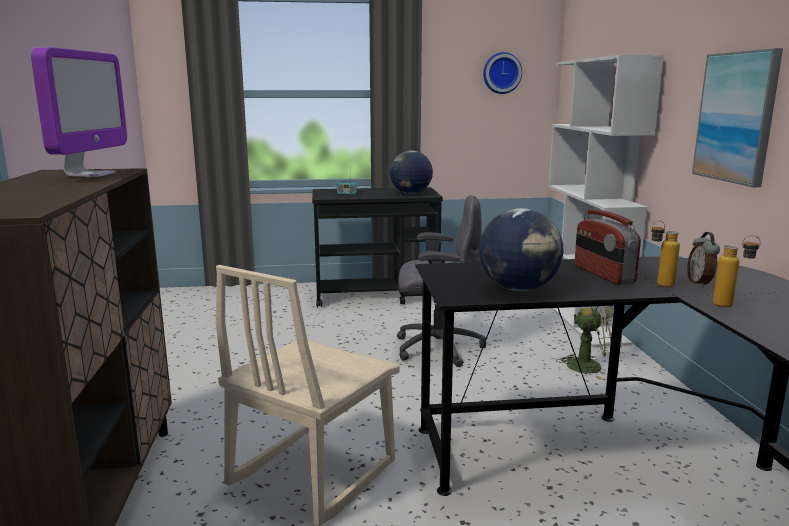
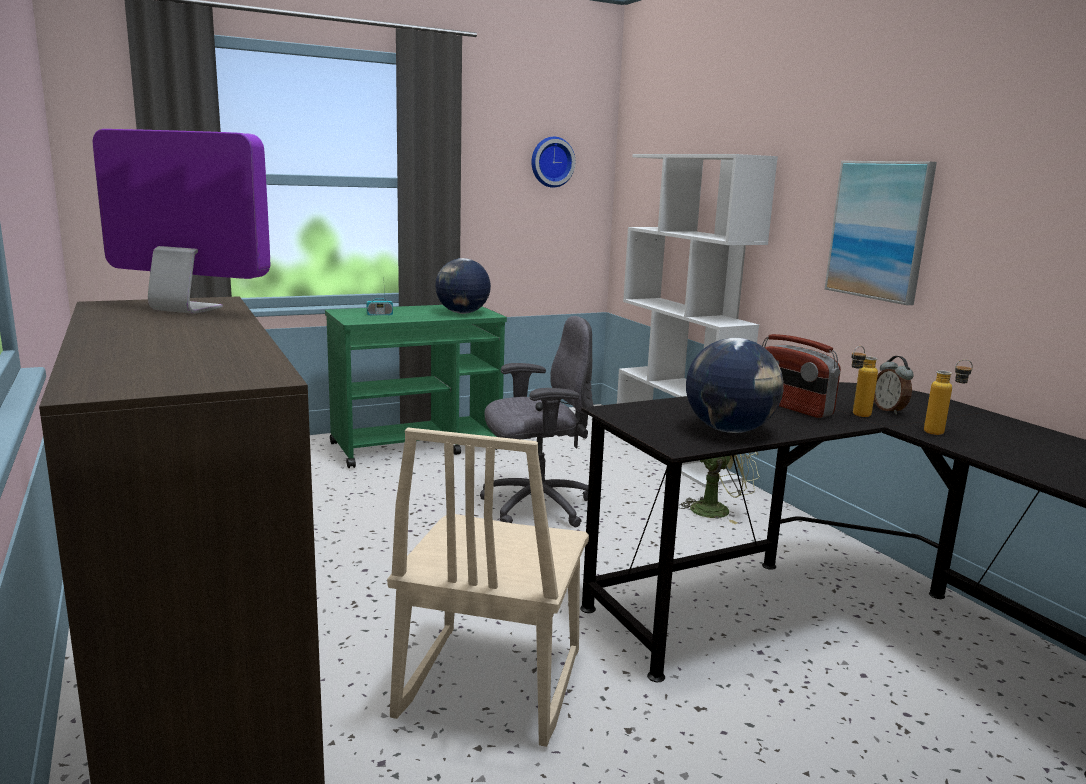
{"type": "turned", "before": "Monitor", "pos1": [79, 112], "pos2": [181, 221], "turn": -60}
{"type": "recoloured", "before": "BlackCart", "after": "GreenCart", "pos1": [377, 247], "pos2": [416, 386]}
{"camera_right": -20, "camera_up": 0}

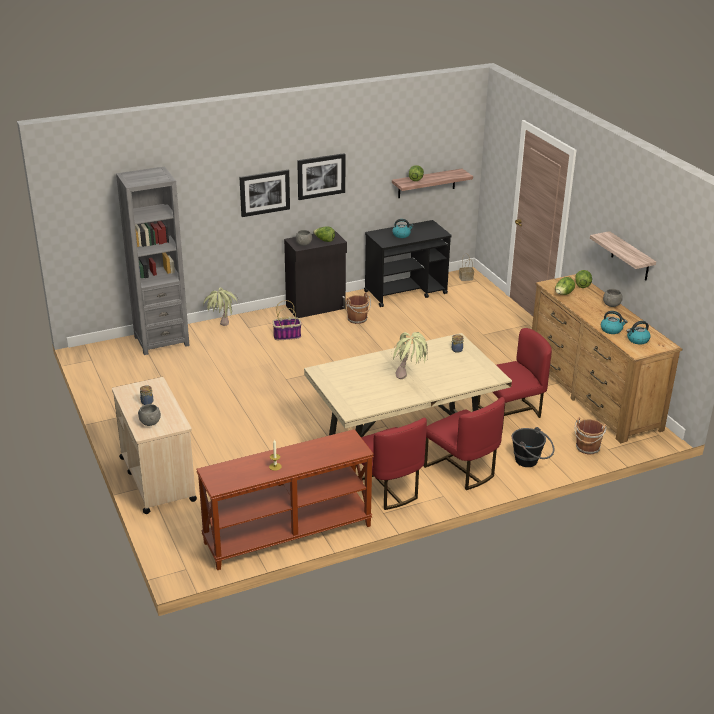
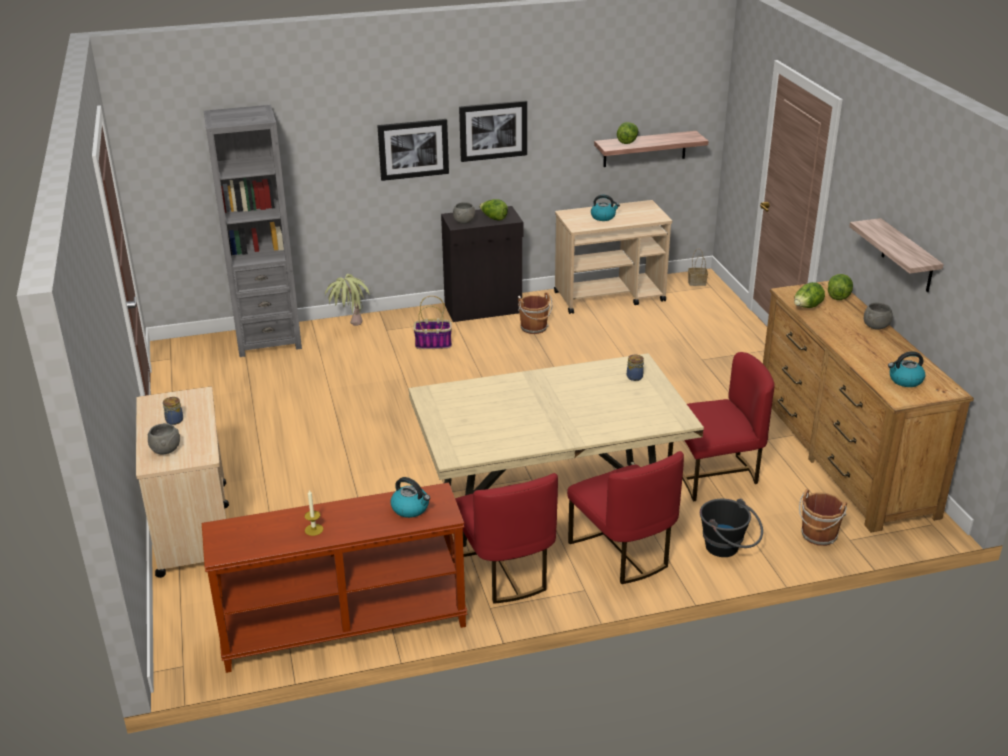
{"type": "recoloured", "before": "BlackCart", "after": "BeigeCart", "pos1": [408, 263], "pos2": [613, 257]}
{"type": "removed", "before": "PottedPlant", "pos1": [410, 355]}
{"type": "moved", "before": "Kettle", "pos1": [614, 322], "pos2": [410, 497]}
{"camera_right": 10, "camera_up": 0}

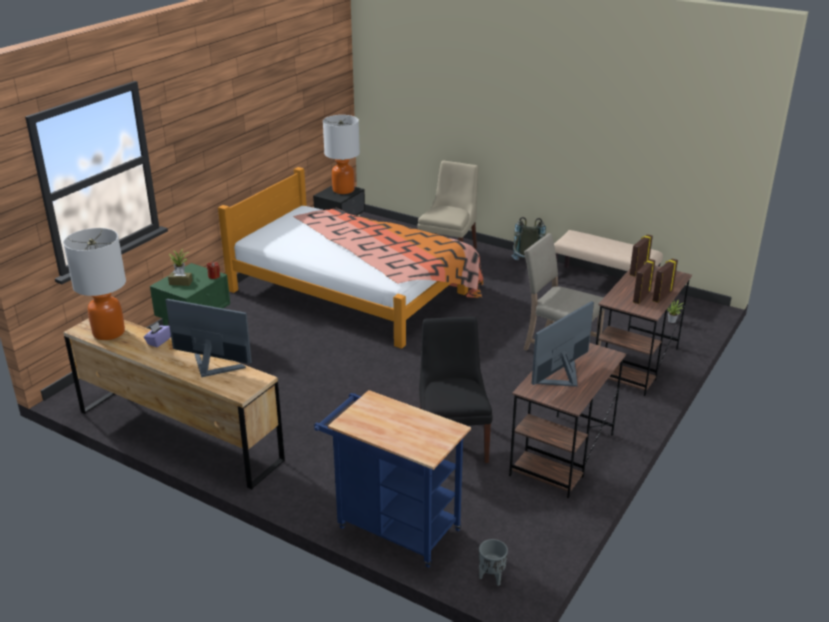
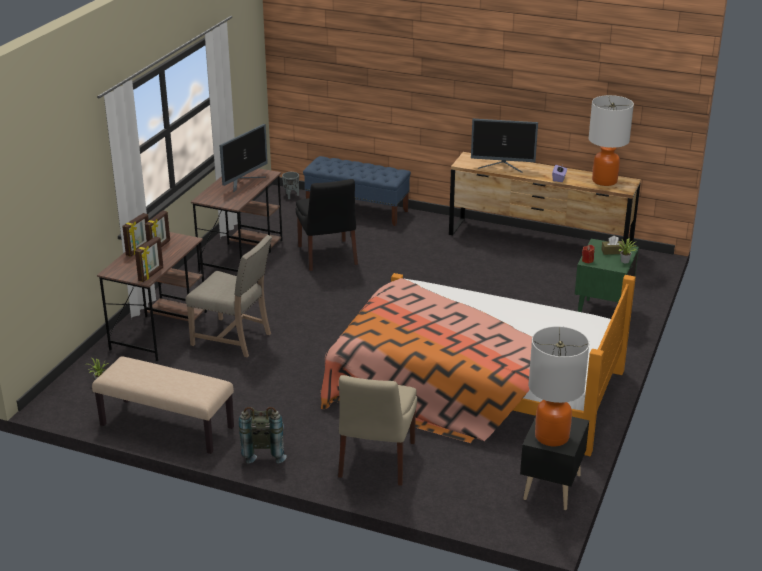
{"type": "replaced", "before": "BlueCart", "after": "BlueBench", "pos1": [392, 479], "pos2": [357, 191]}
{"camera_right": 170, "camera_up": 0}

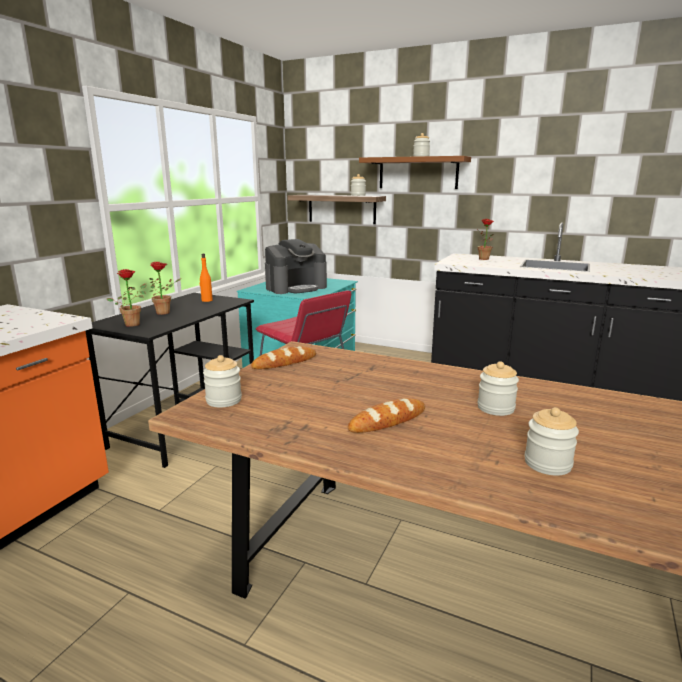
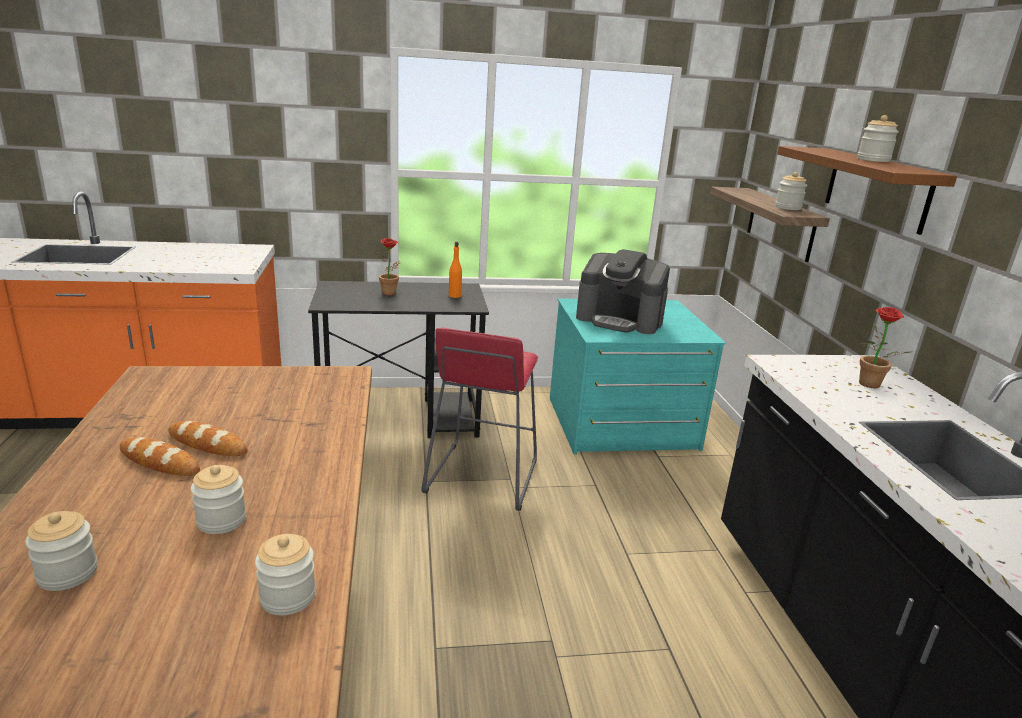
{"type": "removed", "before": "PottedPlant", "pos1": [127, 298]}
{"type": "moved", "before": "Jar", "pos1": [222, 381], "pos2": [285, 574]}
{"type": "moved", "before": "Bread", "pos1": [283, 357], "pos2": [207, 438]}
{"camera_right": 55, "camera_up": 5}

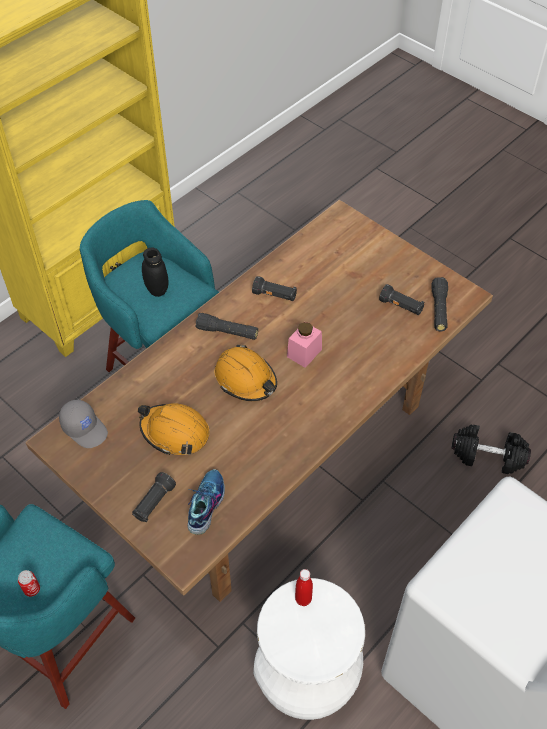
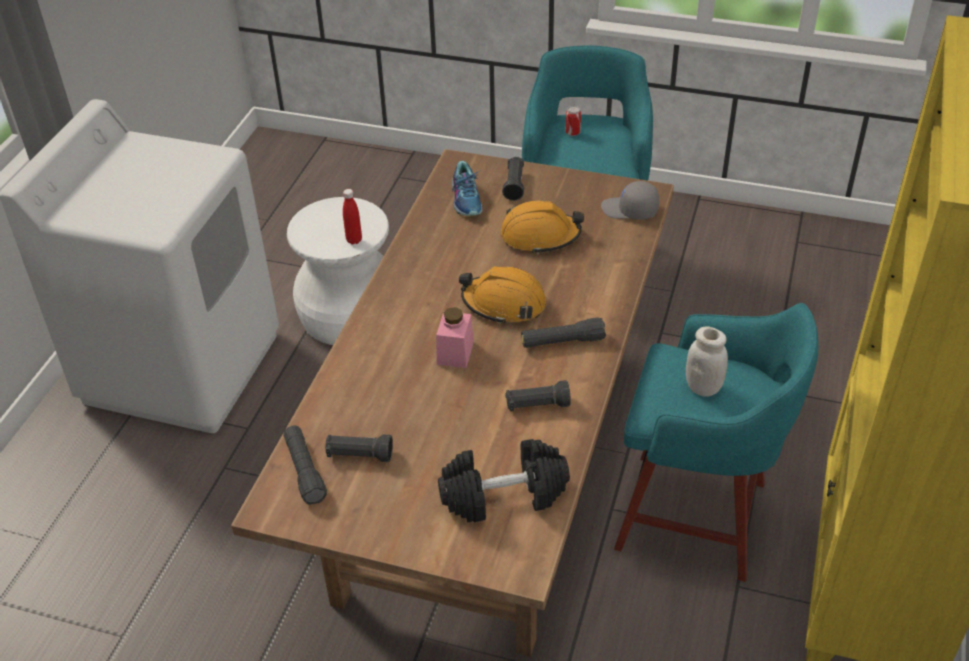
{"type": "recoloured", "before": "BlackJar", "after": "WhiteJar", "pos1": [155, 272], "pos2": [707, 361]}
{"type": "moved", "before": "BlackDumbbell", "pos1": [491, 449], "pos2": [504, 480]}
{"camera_right": 155, "camera_up": -10}

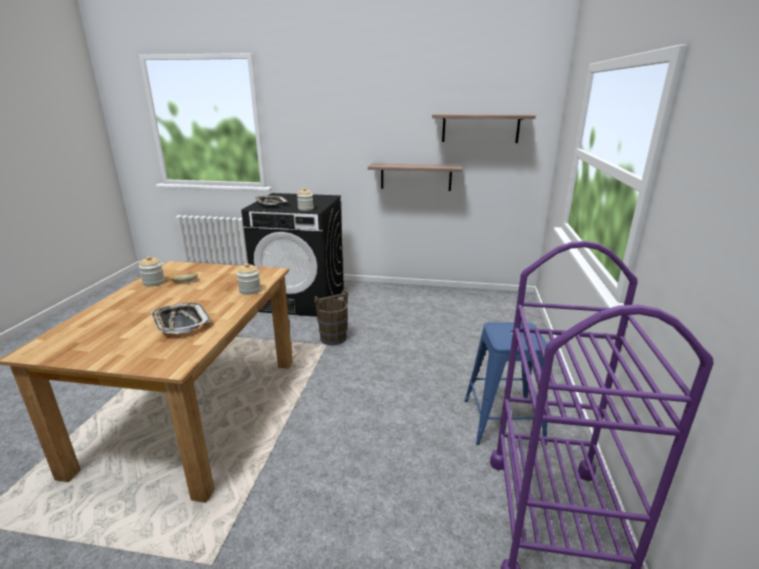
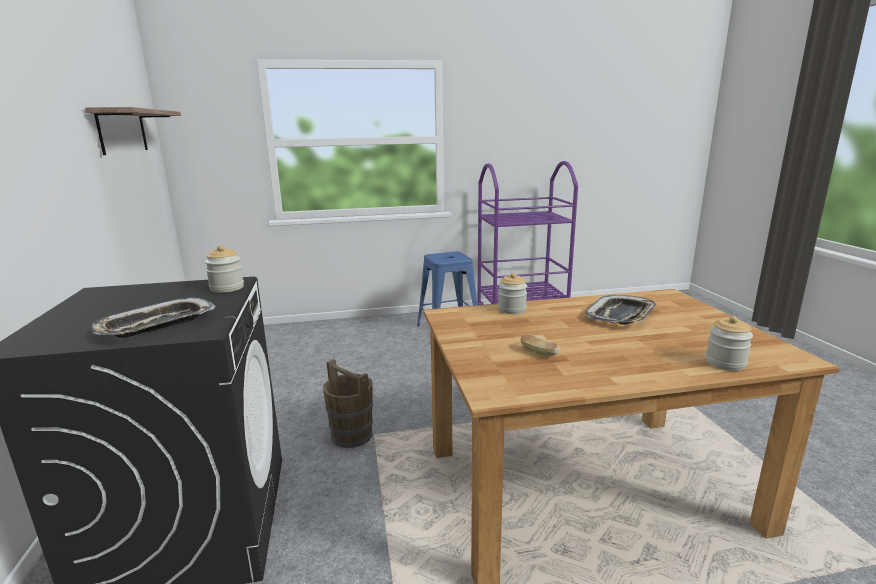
{"type": "moved", "before": "Jar", "pos1": [152, 271], "pos2": [729, 343]}
{"type": "removed", "before": "Shelf", "pos1": [415, 177]}
{"camera_right": -110, "camera_up": -5}

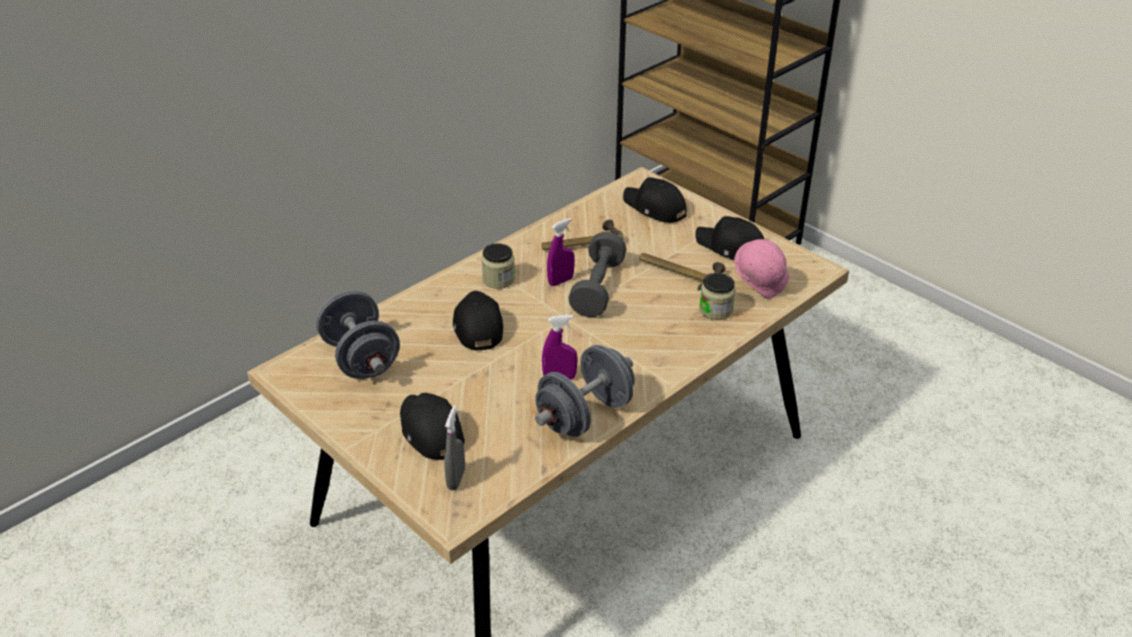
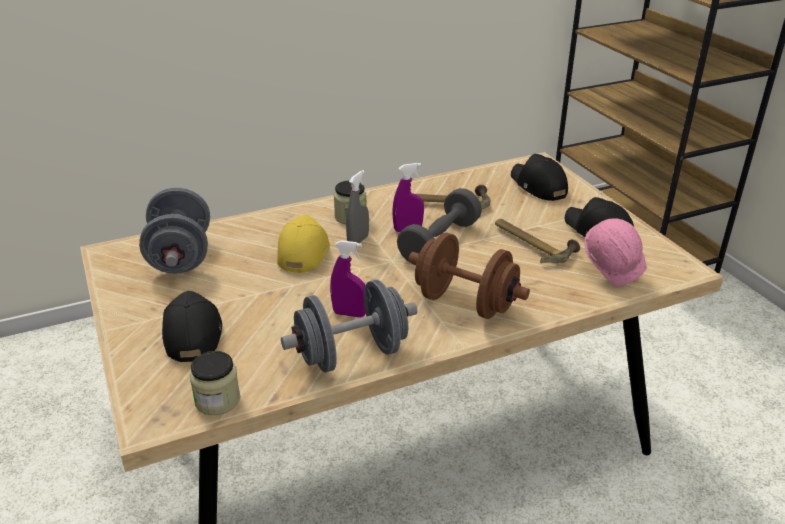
{"type": "moved", "before": "GreySprayBottle", "pos1": [454, 447], "pos2": [357, 206]}
{"type": "recoloured", "before": "BlackCap", "after": "YellowCap", "pos1": [478, 320], "pos2": [303, 244]}
{"type": "moved", "before": "Jar", "pos1": [717, 296], "pos2": [215, 383]}
{"type": "added", "after": "BrownDumbbell", "pos2": [469, 276]}
{"camera_right": 20, "camera_up": -5}

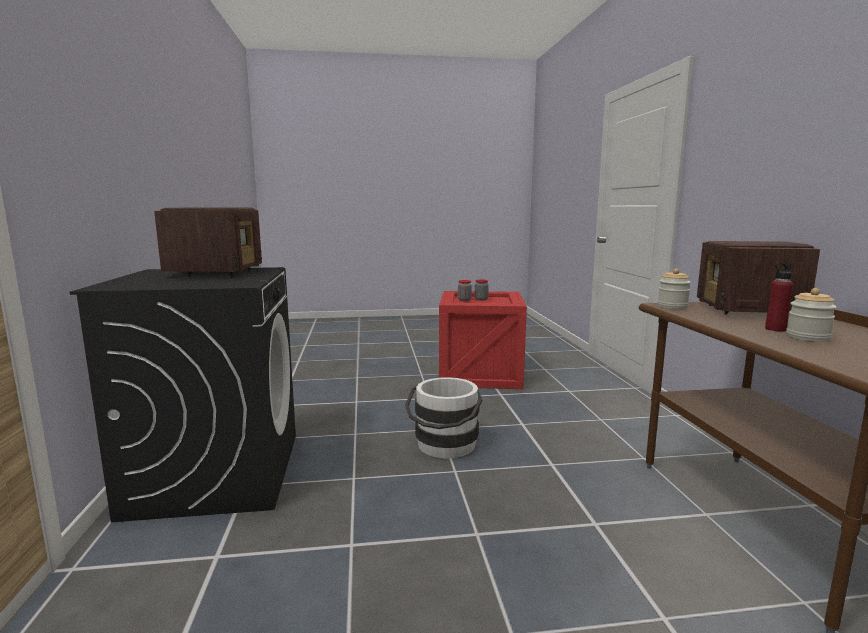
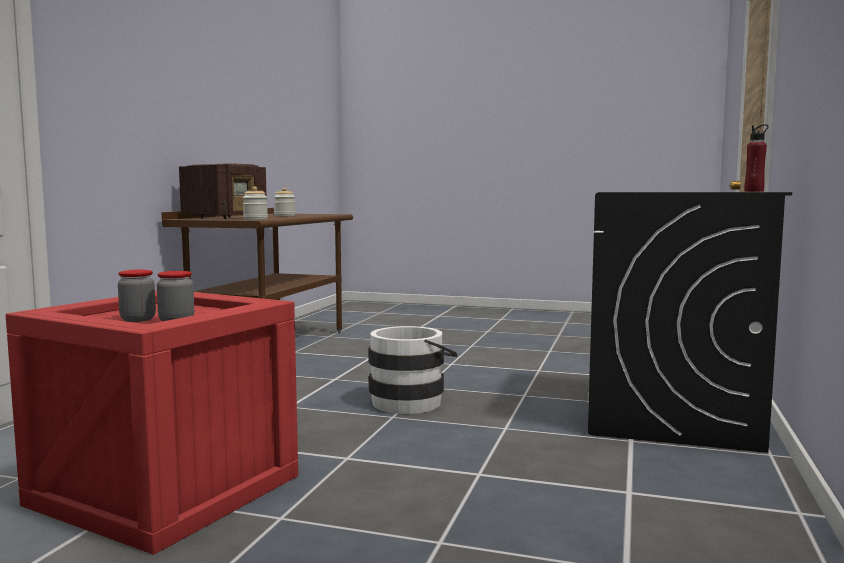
{"type": "removed", "before": "Radio", "pos1": [208, 242]}
{"type": "moved", "before": "RedBottle", "pos1": [779, 297], "pos2": [756, 158]}
{"camera_right": -155, "camera_up": -5}

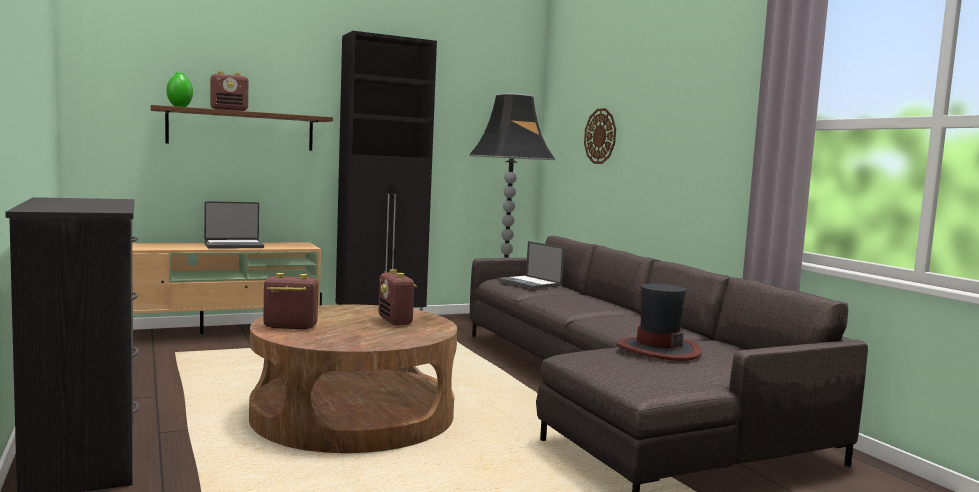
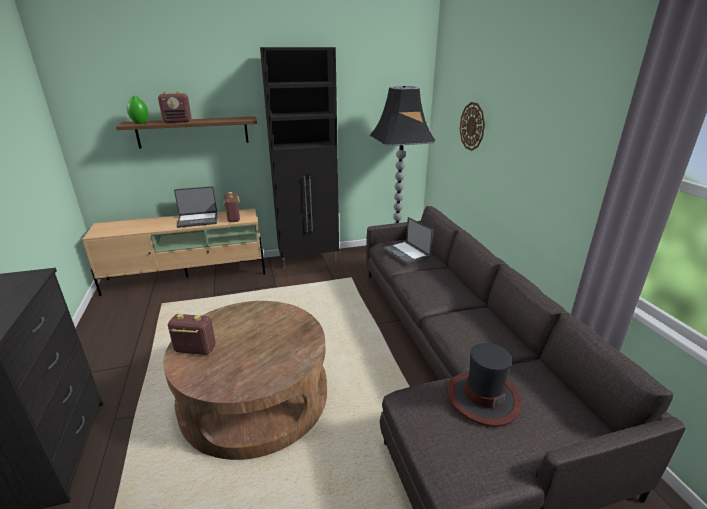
{"type": "moved", "before": "Radio", "pos1": [398, 297], "pos2": [231, 207]}
{"camera_right": 10, "camera_up": 20}

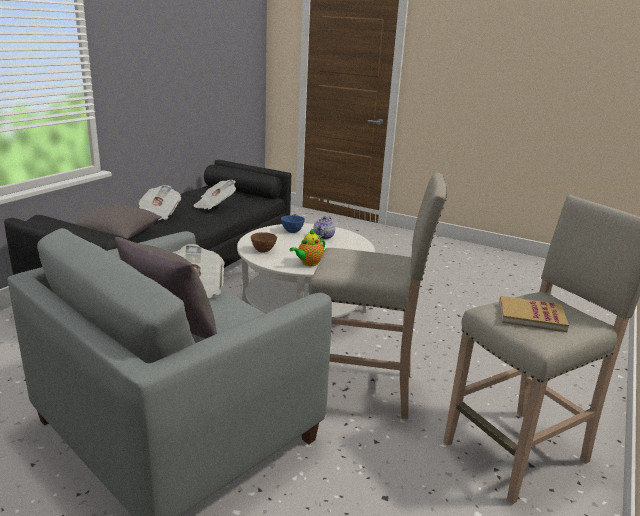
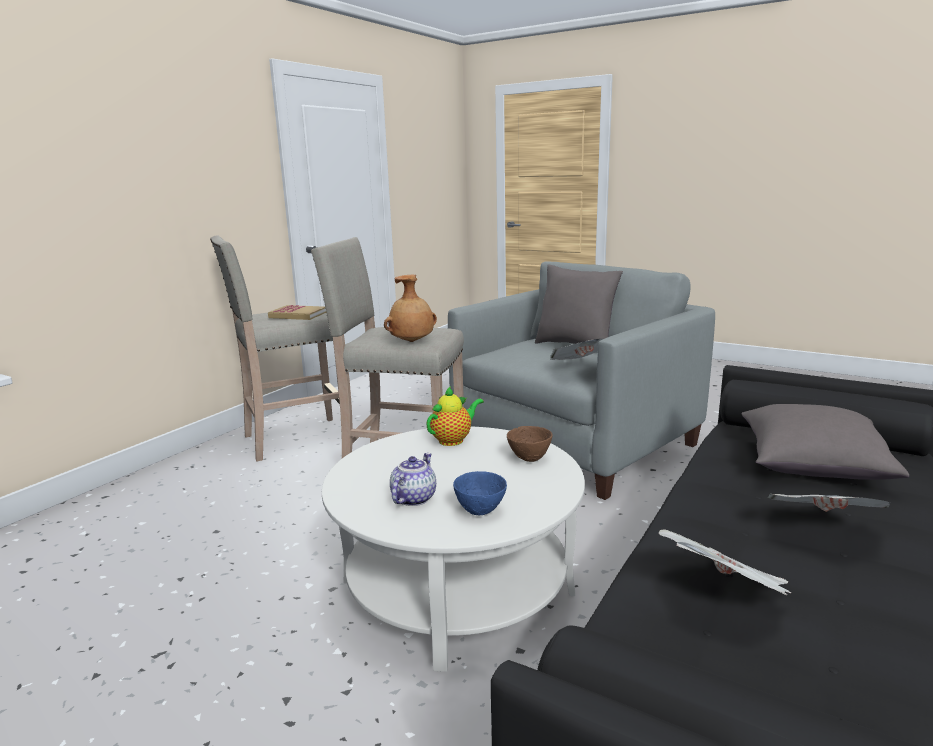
{"type": "added", "after": "BrownVase", "pos2": [410, 308]}
{"camera_right": -175, "camera_up": -5}

